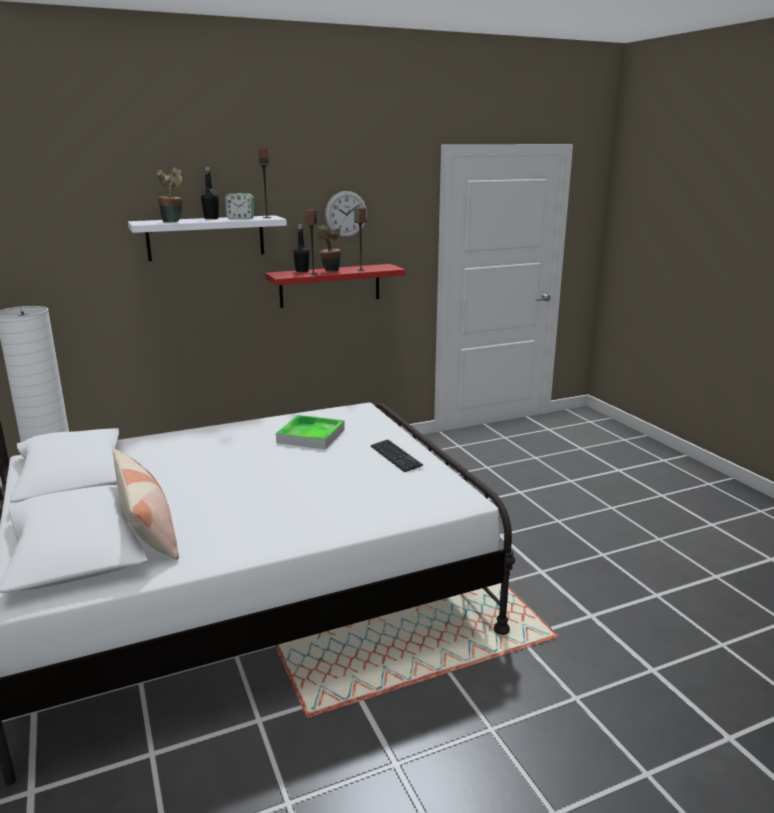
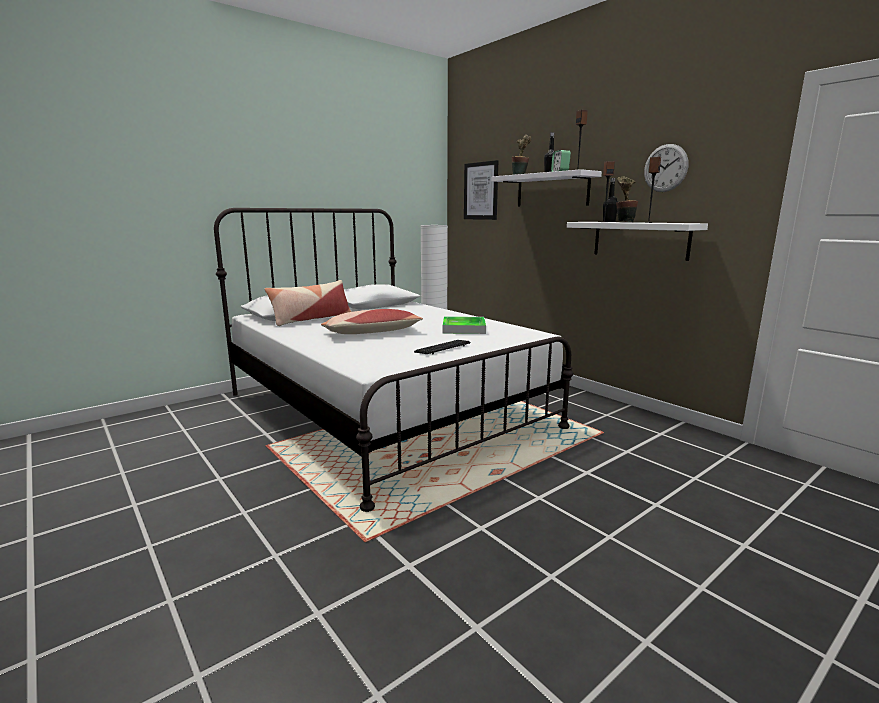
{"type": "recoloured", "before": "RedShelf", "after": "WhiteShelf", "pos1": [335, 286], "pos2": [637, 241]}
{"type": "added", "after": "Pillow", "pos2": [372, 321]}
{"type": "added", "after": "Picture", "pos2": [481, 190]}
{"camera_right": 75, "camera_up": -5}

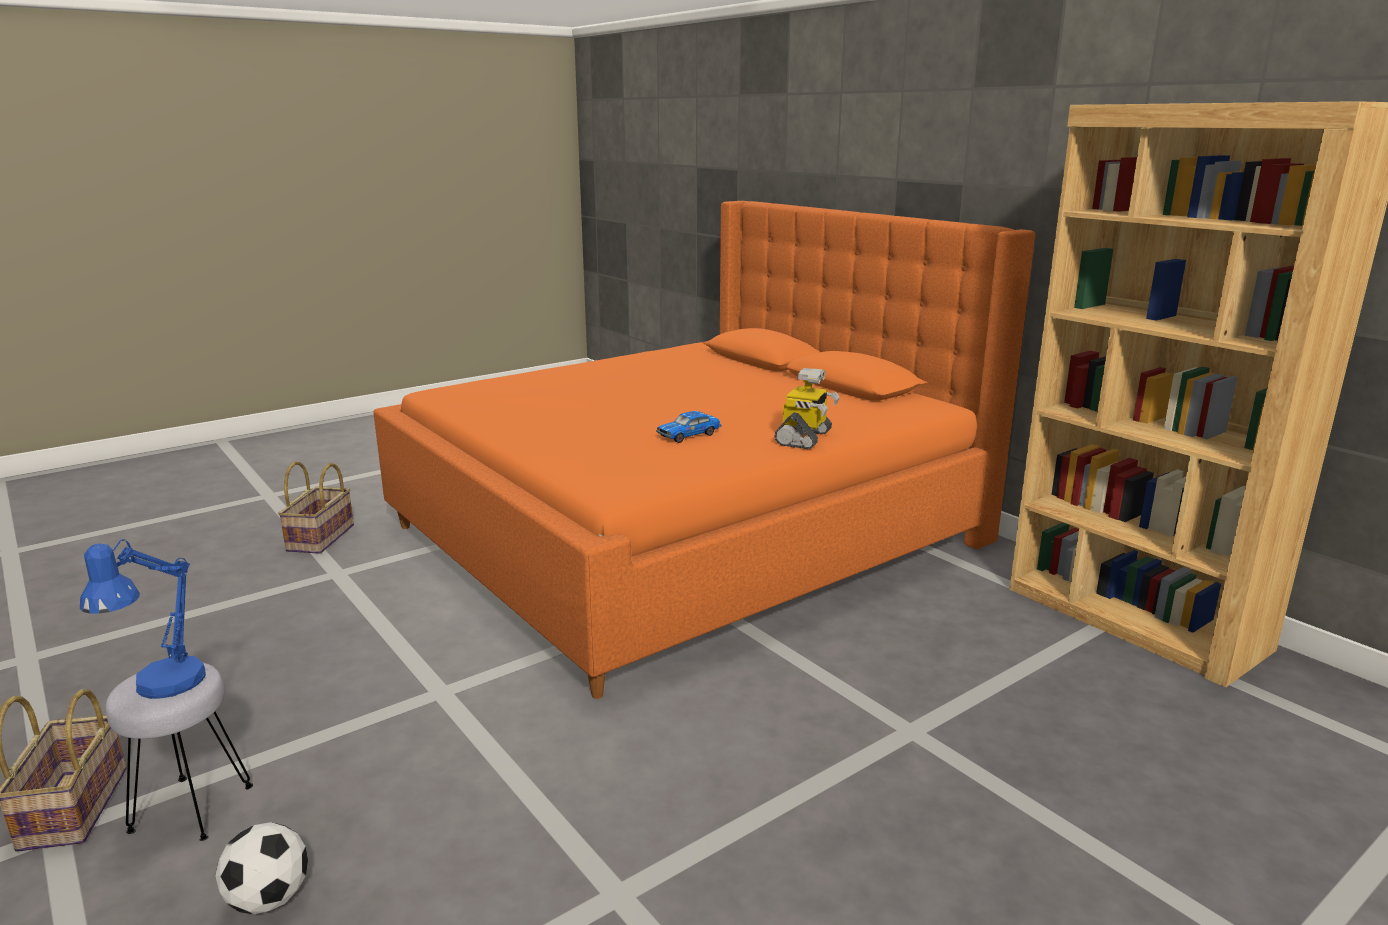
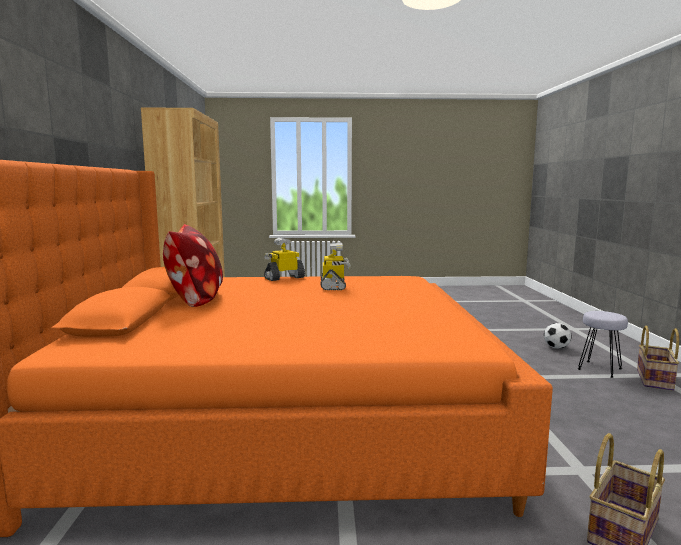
{"type": "removed", "before": "BlueTableLamp", "pos1": [143, 619]}
{"type": "replaced", "before": "ToyCar", "after": "ToyRobot", "pos1": [688, 427], "pos2": [335, 266]}
{"type": "added", "after": "Pillow", "pos2": [193, 265]}
{"camera_right": -145, "camera_up": -10}

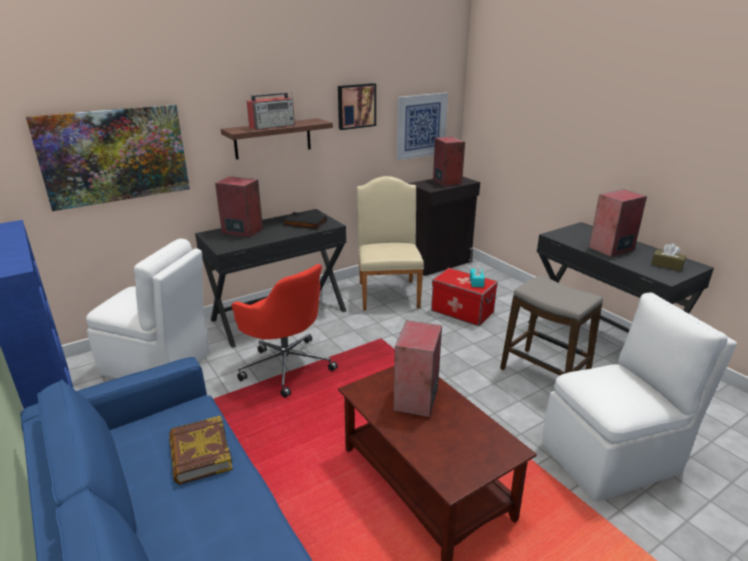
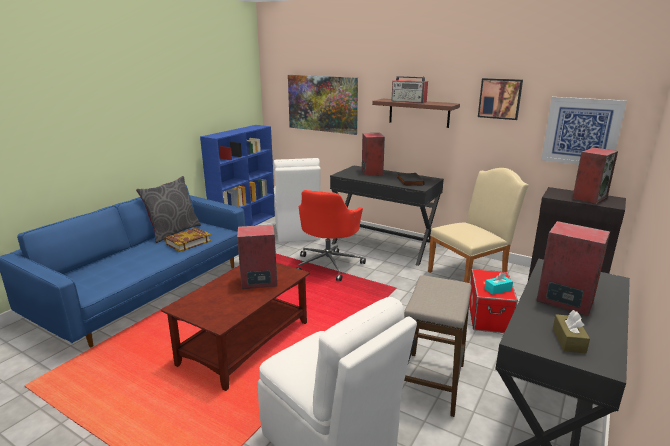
{"type": "added", "after": "GreyPillow", "pos2": [168, 209]}
{"camera_right": 65, "camera_up": -5}

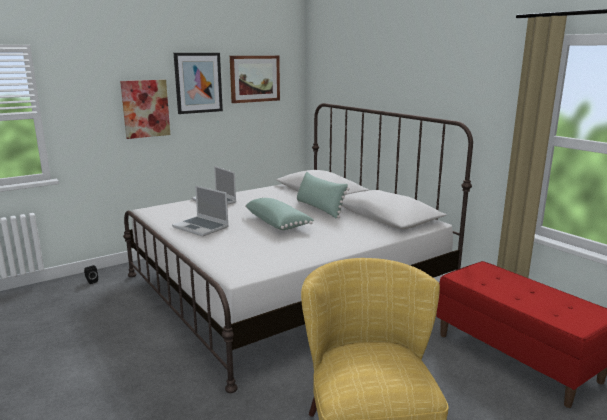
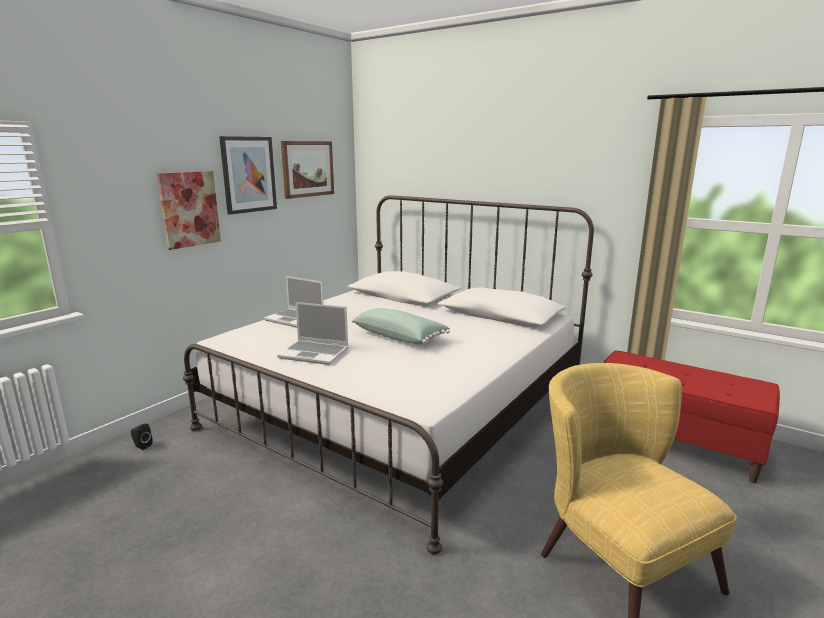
{"type": "removed", "before": "GreenPillow", "pos1": [323, 195]}
{"camera_right": -20, "camera_up": 0}

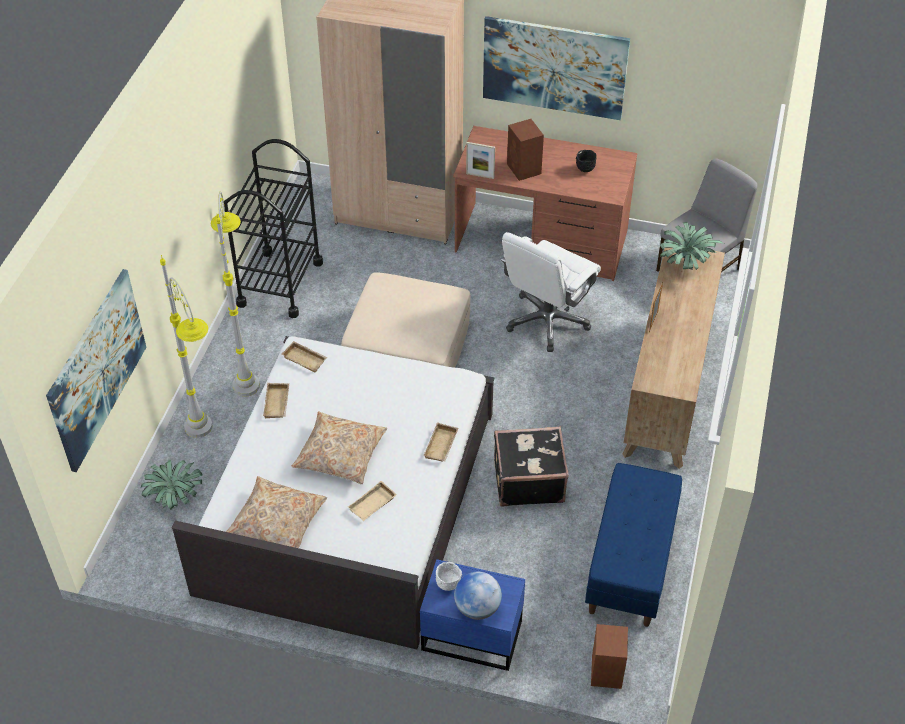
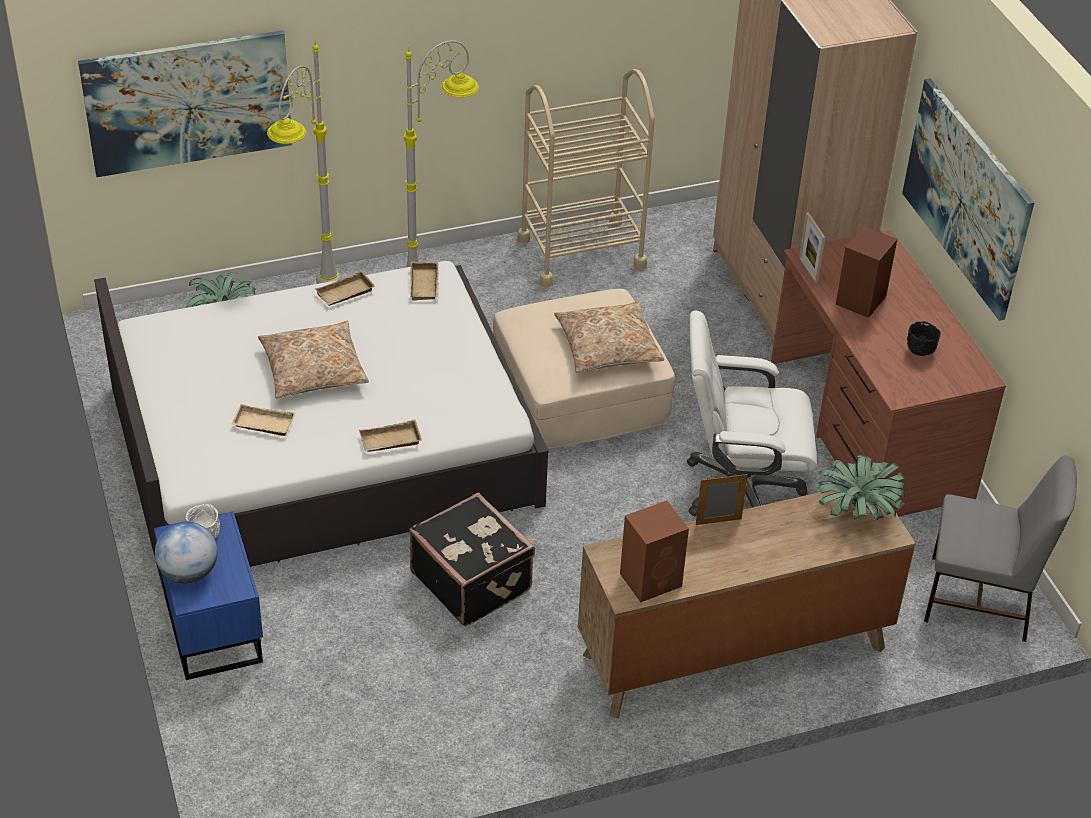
{"type": "recoloured", "before": "BlackCart", "after": "BeigeCart", "pos1": [273, 228], "pos2": [586, 178]}
{"type": "moved", "before": "BeigePillow", "pos1": [276, 512], "pos2": [609, 337]}
{"type": "removed", "before": "BlueBench", "pos1": [633, 545]}
{"type": "moved", "before": "BrownSpeaker", "pos1": [609, 656], "pos2": [654, 551]}
{"camera_right": 55, "camera_up": -5}

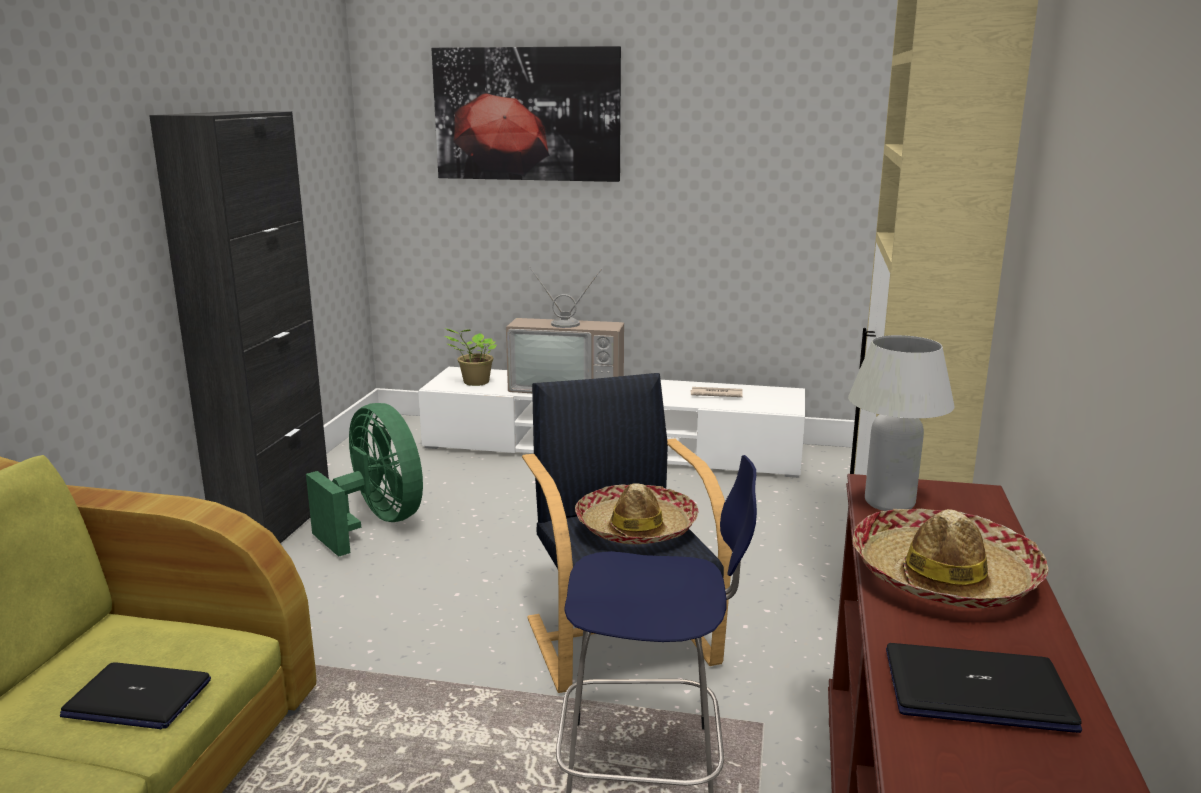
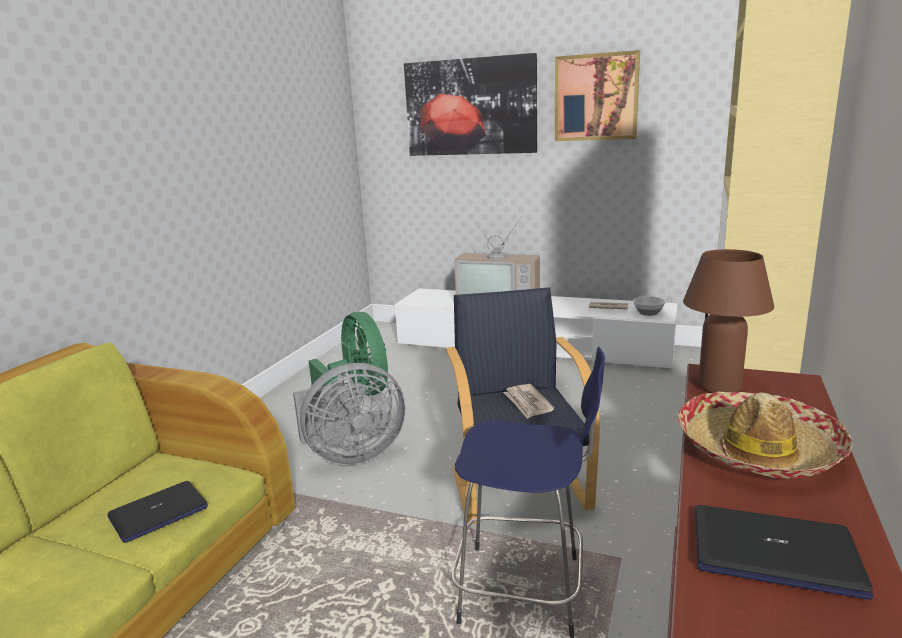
{"type": "turned", "before": "Laptop", "pos1": [135, 695], "pos2": [158, 512], "turn": -60}
{"type": "removed", "before": "BlackCabinet", "pos1": [239, 327]}
{"type": "removed", "before": "PottedPlant", "pos1": [471, 357]}
{"type": "replaced", "before": "Hat", "after": "Newspaper", "pos1": [637, 513], "pos2": [528, 401]}
{"type": "recoloured", "before": "WhiteTableLamp", "after": "BrownTableLamp", "pos1": [901, 423], "pos2": [728, 321]}
{"type": "added", "after": "GreyFan", "pos2": [349, 414]}
{"type": "added", "after": "Picture", "pos2": [597, 95]}
{"type": "added", "after": "Bowl", "pos2": [649, 306]}
{"camera_right": 10, "camera_up": 0}

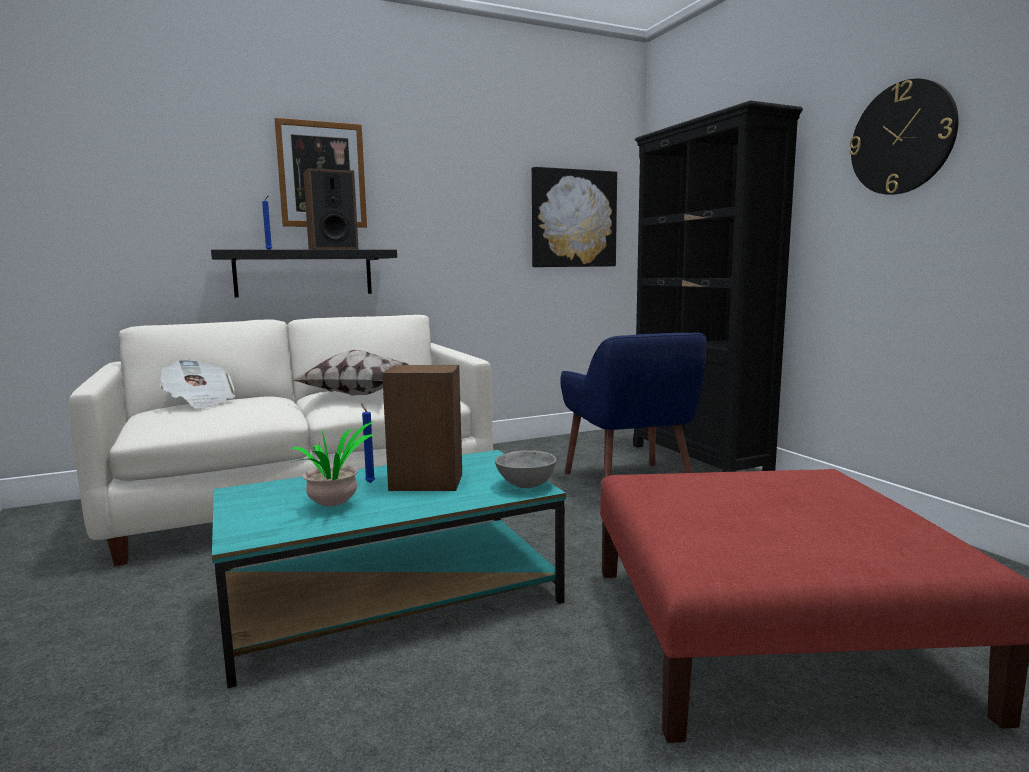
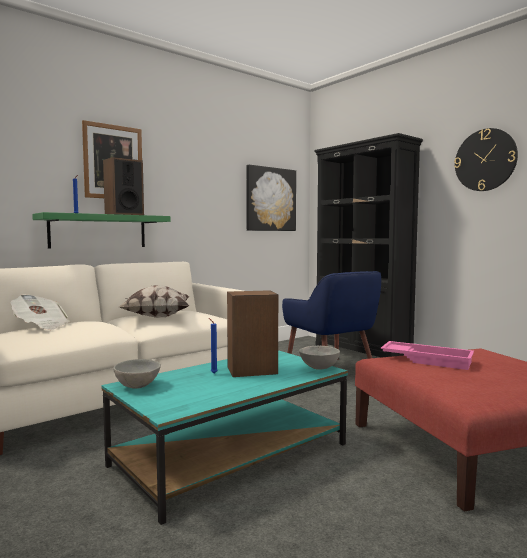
{"type": "recoloured", "before": "BlackShelf", "after": "GreenShelf", "pos1": [304, 273], "pos2": [101, 230]}
{"type": "removed", "before": "PottedPlant", "pos1": [333, 463]}
{"type": "added", "after": "GreyBowl", "pos2": [137, 374]}
{"type": "added", "after": "PinkTray", "pos2": [427, 355]}
{"camera_right": -15, "camera_up": -5}

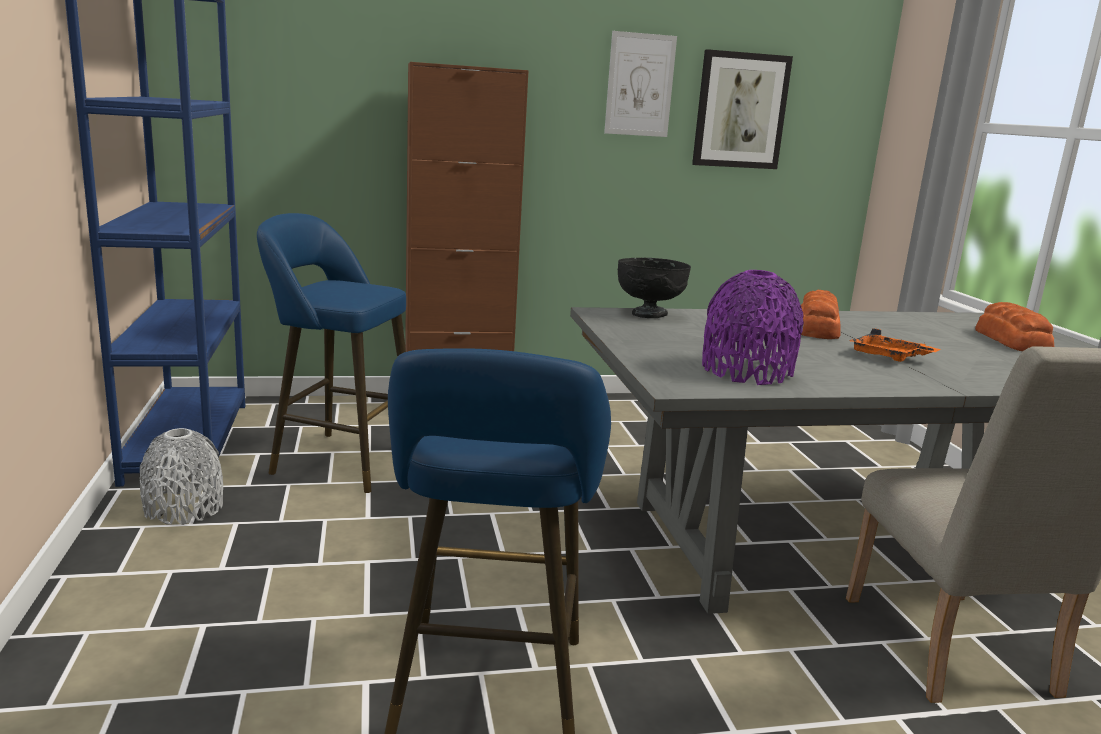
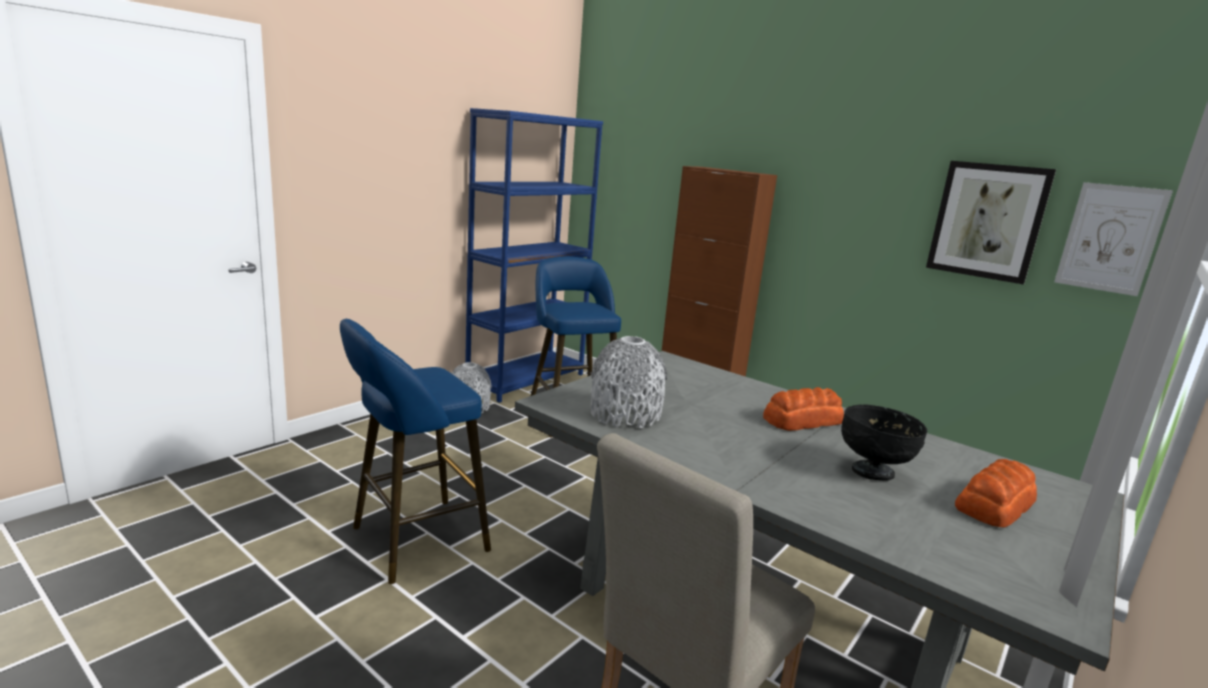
{"type": "moved", "before": "Picture", "pos1": [640, 84], "pos2": [1113, 239]}
{"type": "moved", "before": "BlackBowl", "pos1": [654, 288], "pos2": [884, 442]}
{"type": "recoloured", "before": "PurpleVase", "after": "GreyVase", "pos1": [753, 327], "pos2": [629, 382]}
{"type": "removed", "before": "OrangeTray", "pos1": [895, 345]}
{"camera_right": 50, "camera_up": 0}

